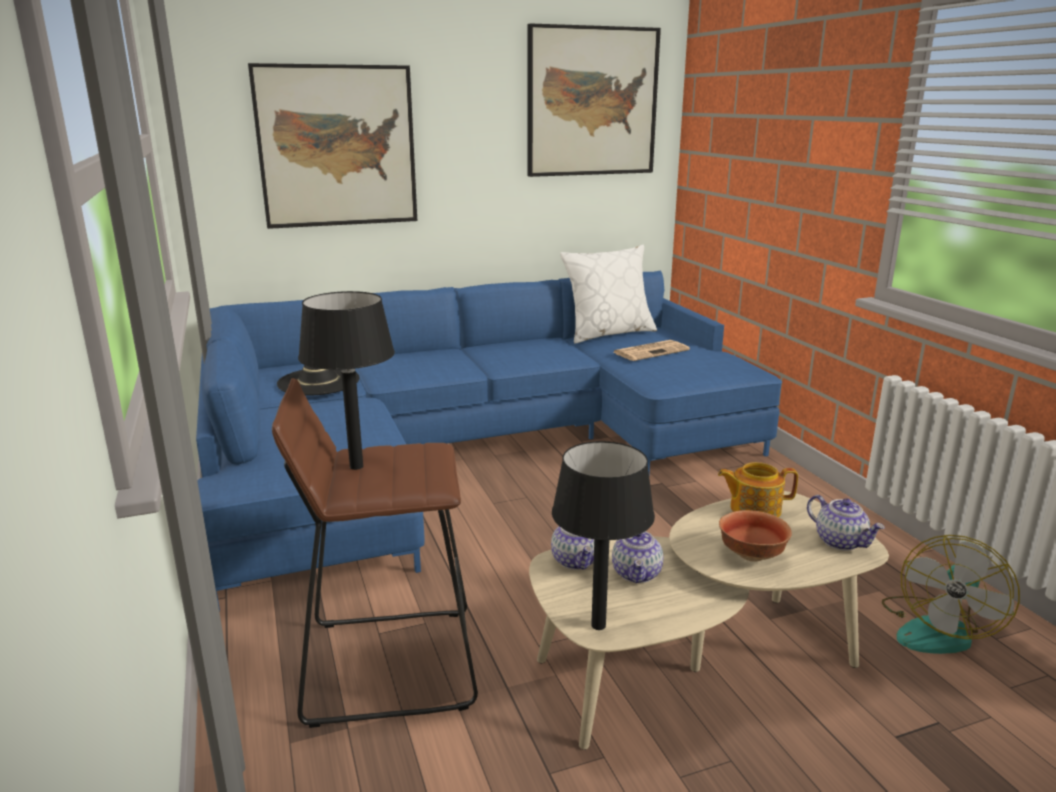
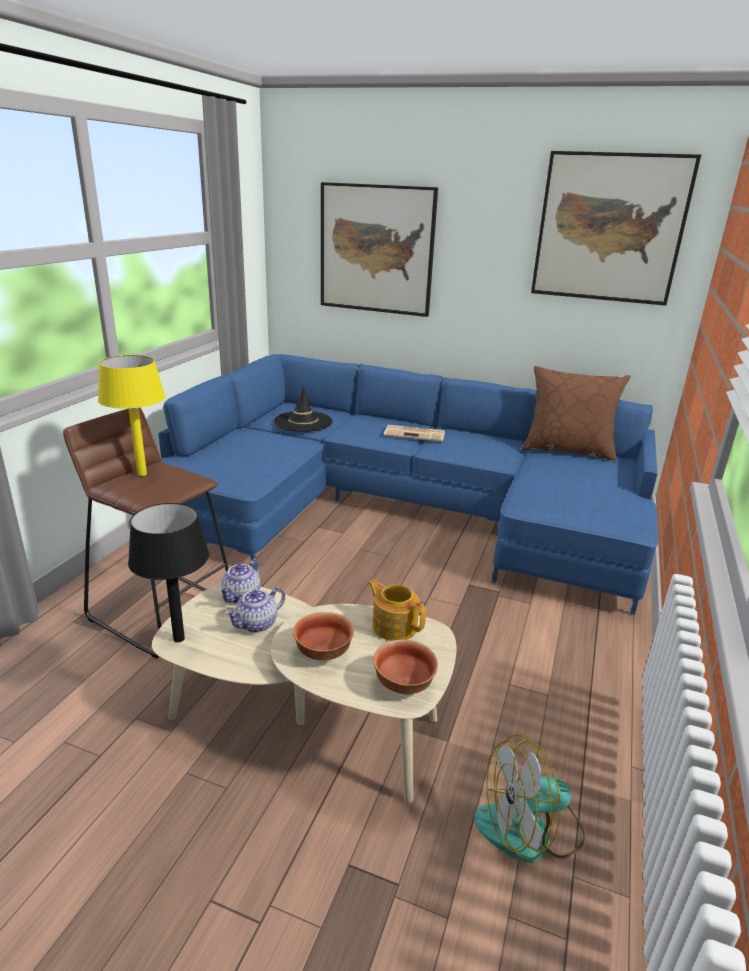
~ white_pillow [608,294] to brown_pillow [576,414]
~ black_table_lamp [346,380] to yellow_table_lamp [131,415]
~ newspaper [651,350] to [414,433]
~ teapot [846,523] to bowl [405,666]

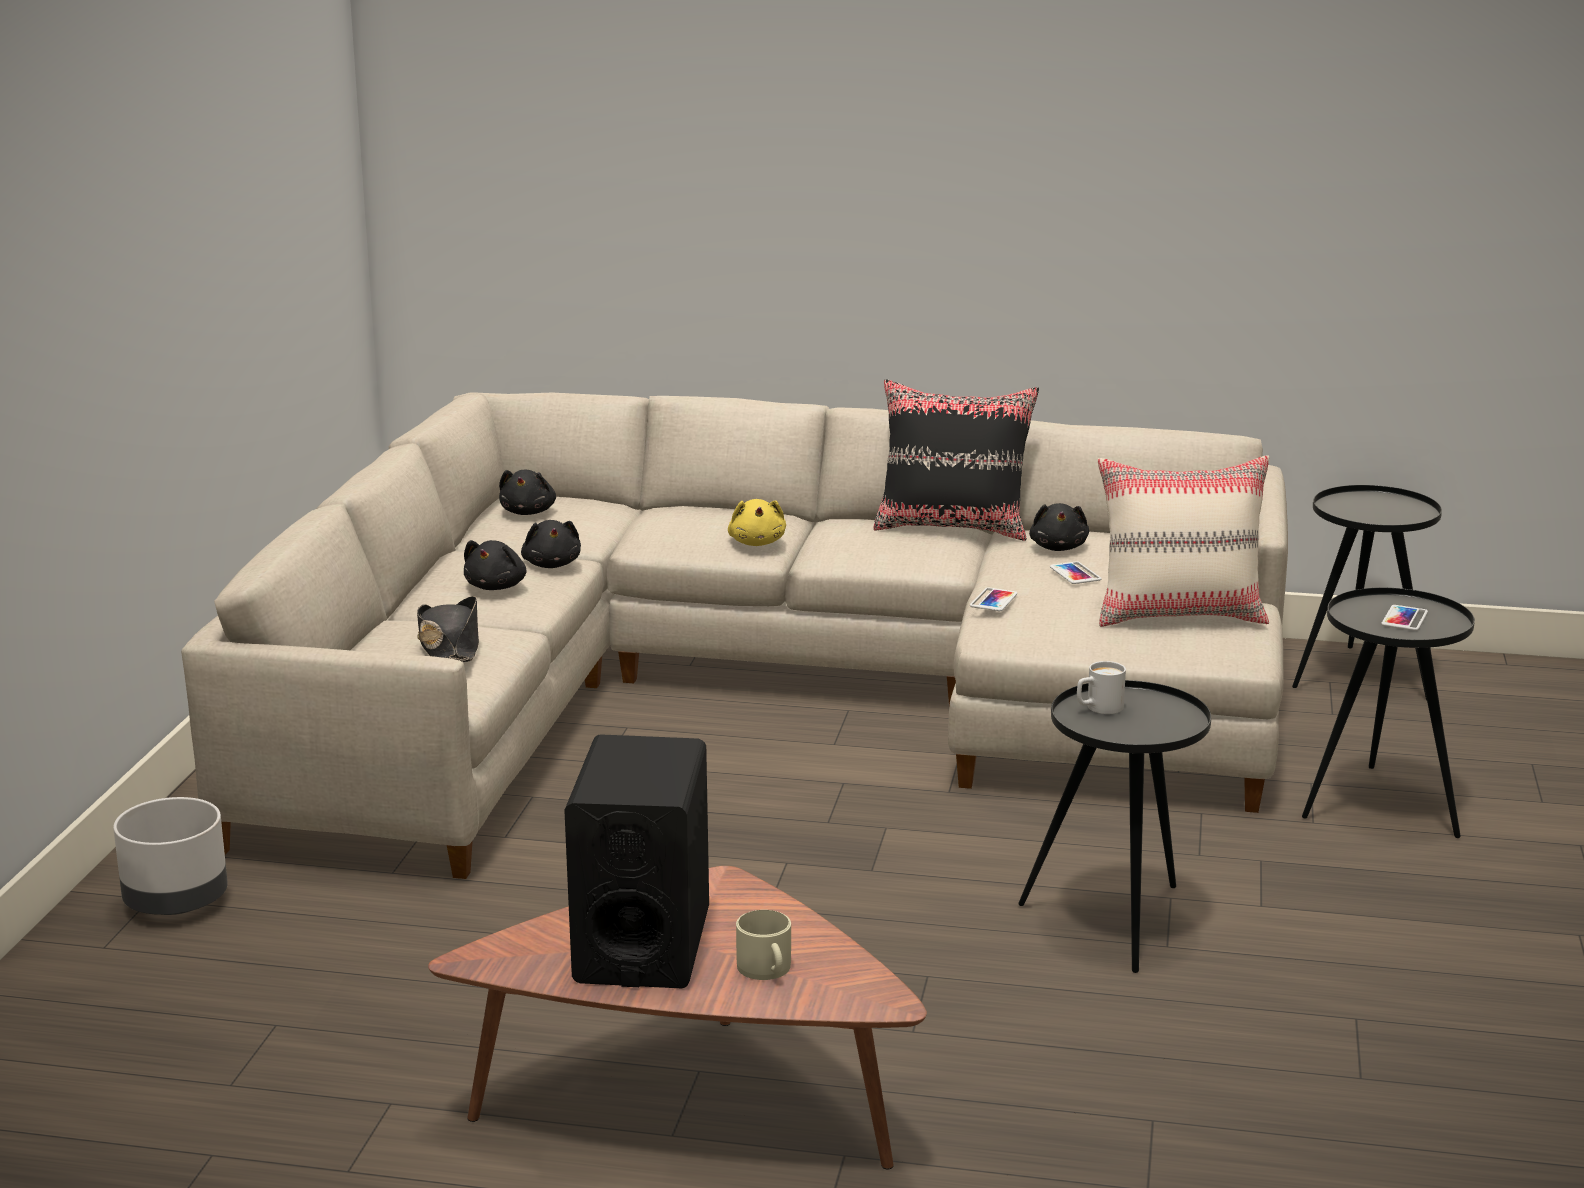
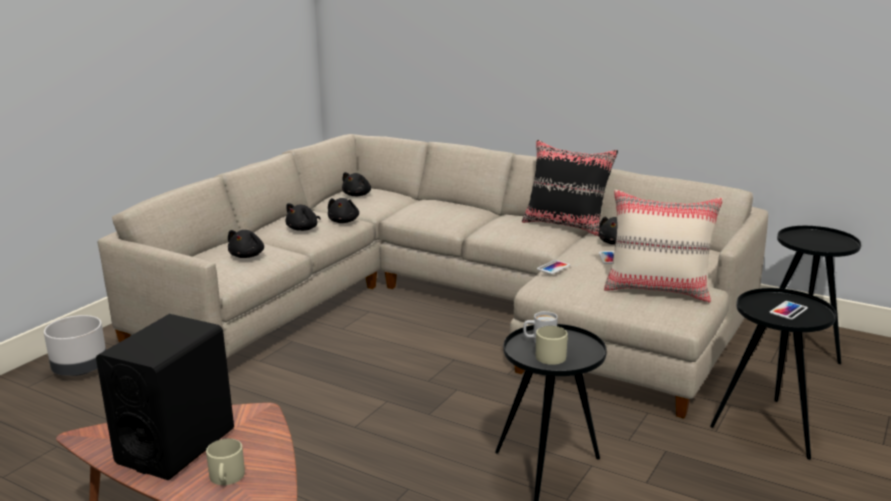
- yellow_plush_toy [757,522]
~ black_hat [448,629] to black_plush_toy [246,244]
+ beige_mug [552,345]

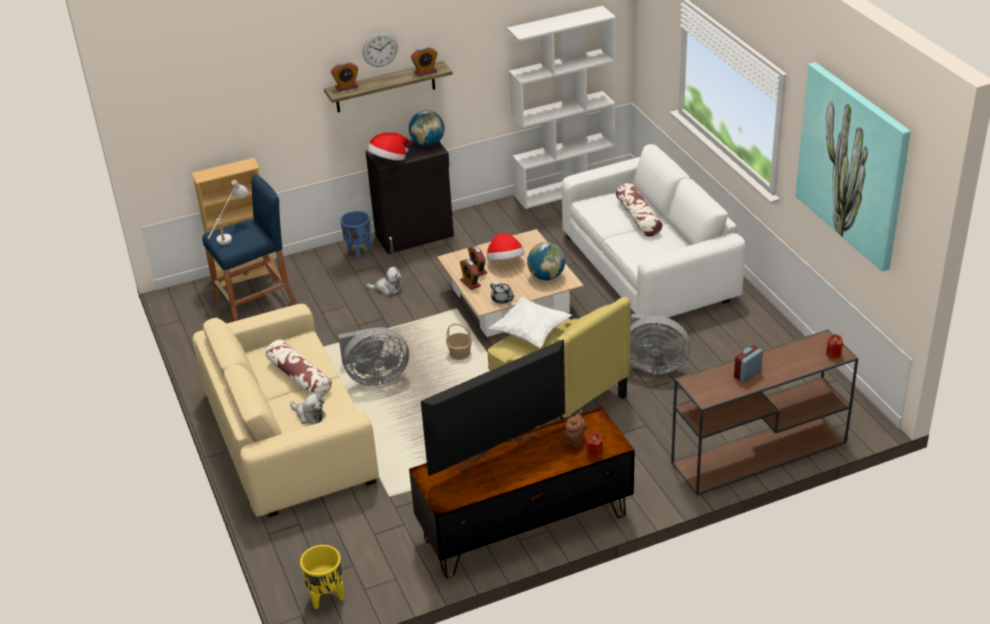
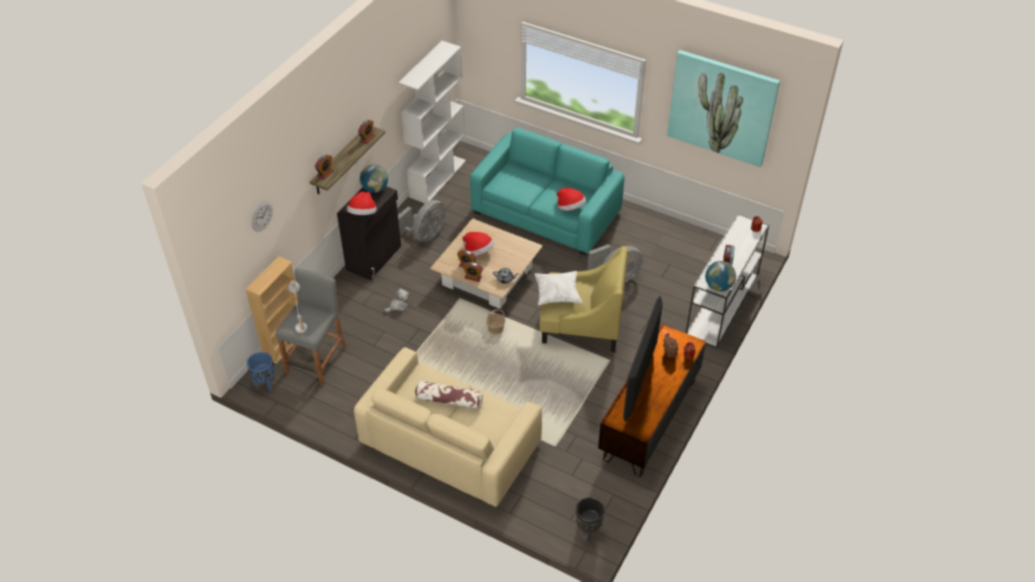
~ wall_clock [380,49] to [262,217]
~ white_sofa [654,231] to turquoise_sofa [547,192]
~ blue_stool [249,247] to grey_stool [311,326]
- pillow [639,210]
~ blue_planter [355,235] to [261,371]
~ globe [546,261] to [720,276]
~ grey_fan [373,357] to [422,221]
~ brown_console_table [764,412] to white_console_table [727,281]
- plush_toy [308,409]
~ yellow_planter [322,577] to black_planter [590,519]
+ hat [571,199]

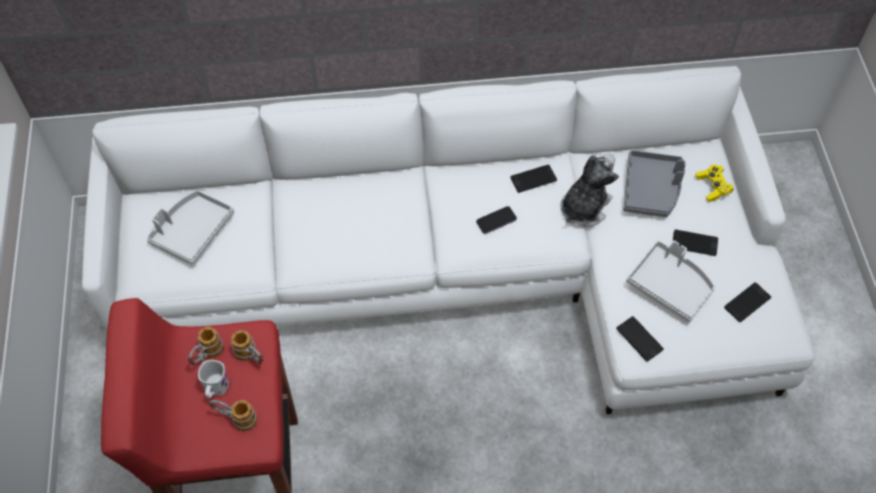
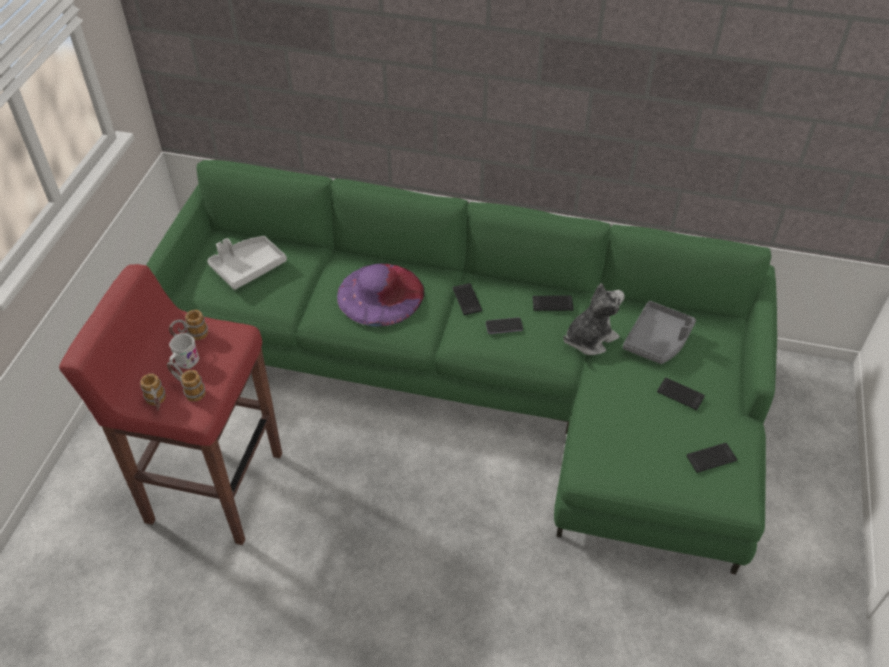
~ white_sofa [448,240] to green_sofa [461,367]
- yellow_game_controller [714,183]
- grey_tray [670,281]
~ phone [640,338] to [467,299]
~ mug [247,348] to [153,392]
+ purple_hat [380,295]

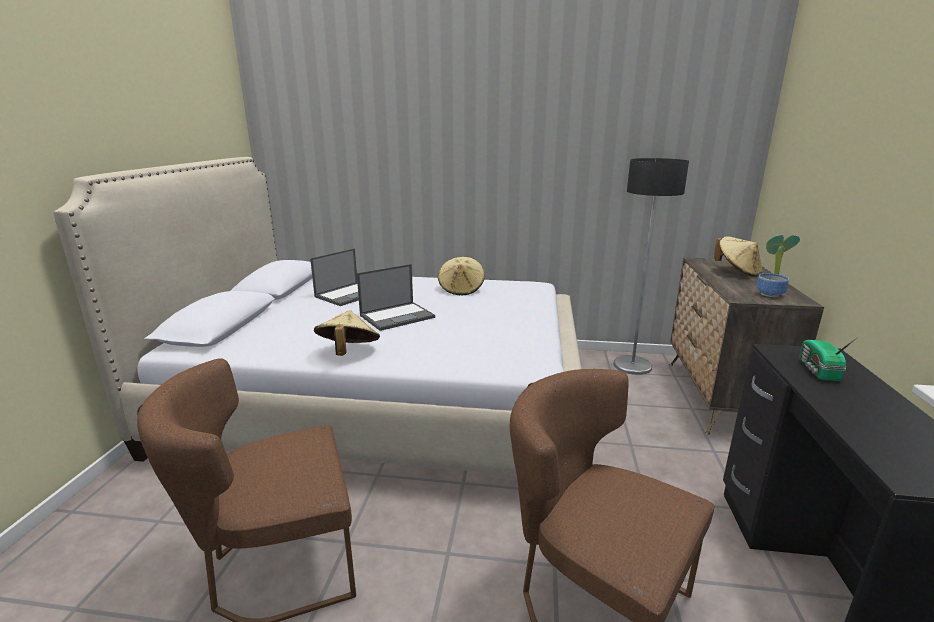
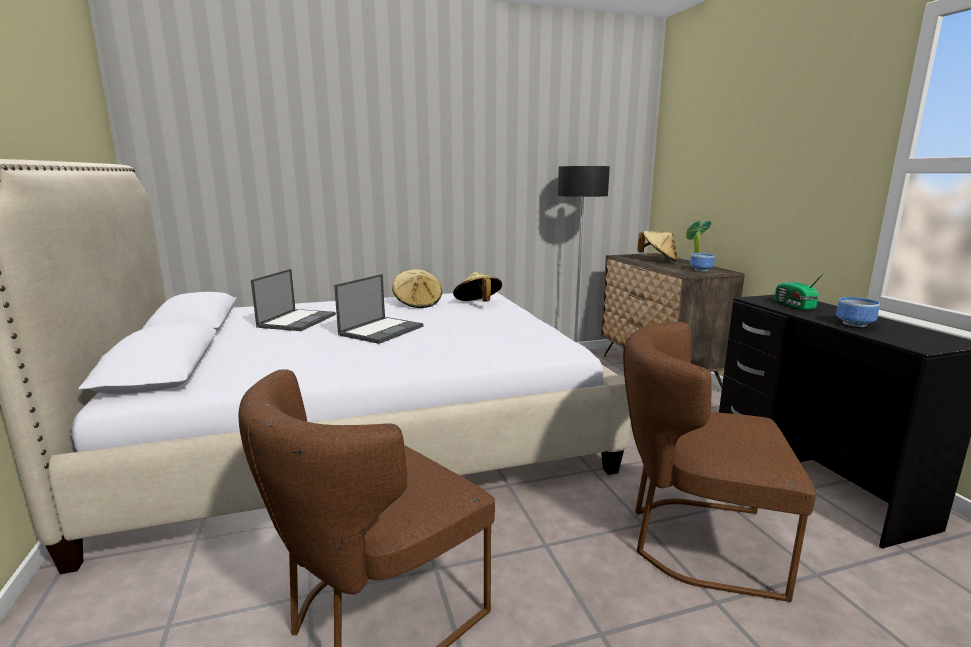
~ beige_hat [347,333] to [477,287]
+ bowl [858,312]

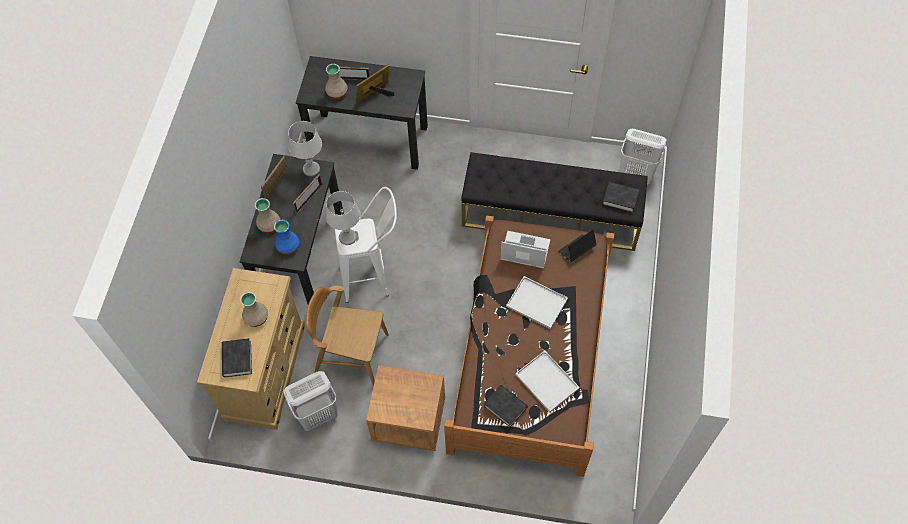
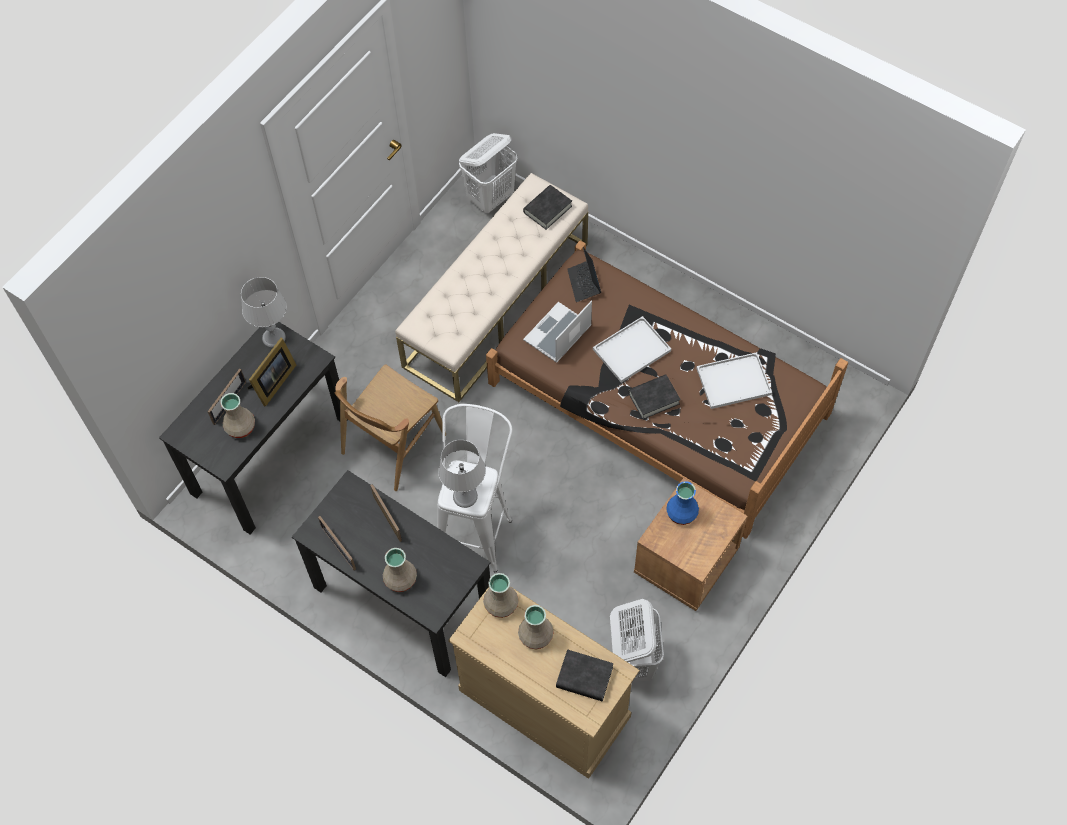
~ picture_frame [375,84] = [272,372] 135 degrees counterclockwise
~ grey_table_lamp [305,148] to [264,312]
~ black_bench [554,201] to beige_bench [491,287]
~ blue_vase [287,237] to [682,503]
~ brown_chair [347,336] to [390,428]
~ black_book [506,406] to [654,396]
+ beige_vase [501,595]

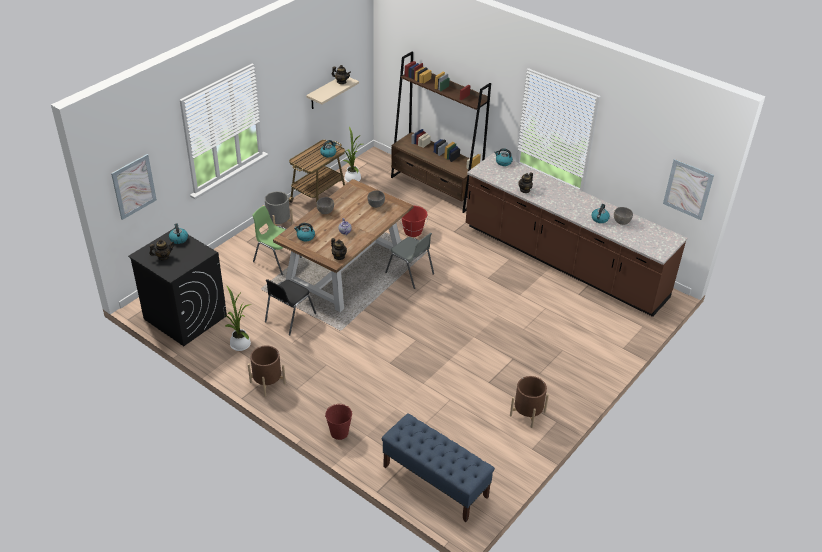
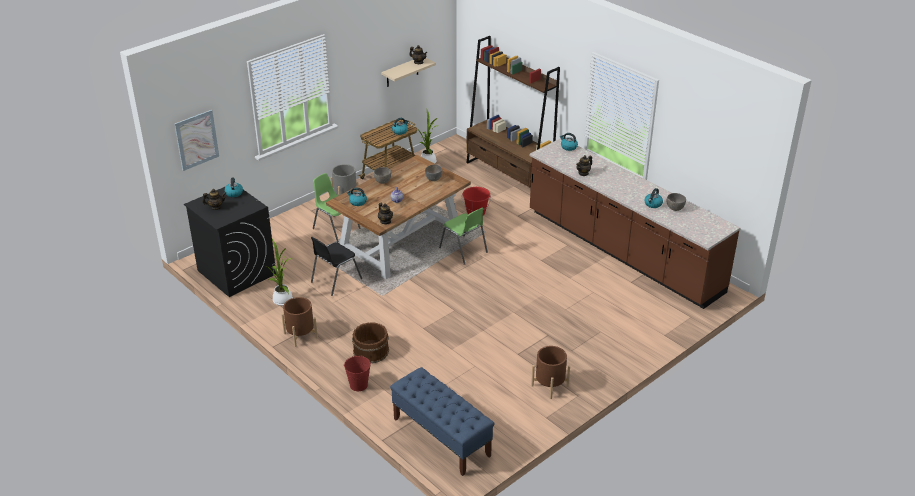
- picture [688,189]
~ grey_chair [409,261] to green_chair [463,236]
+ brown_bucket [370,342]

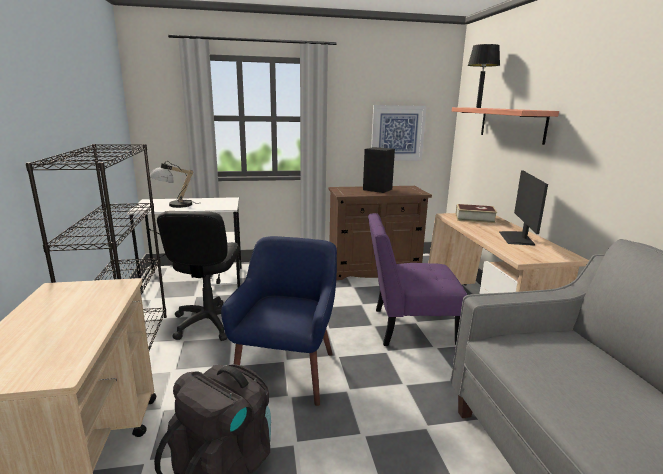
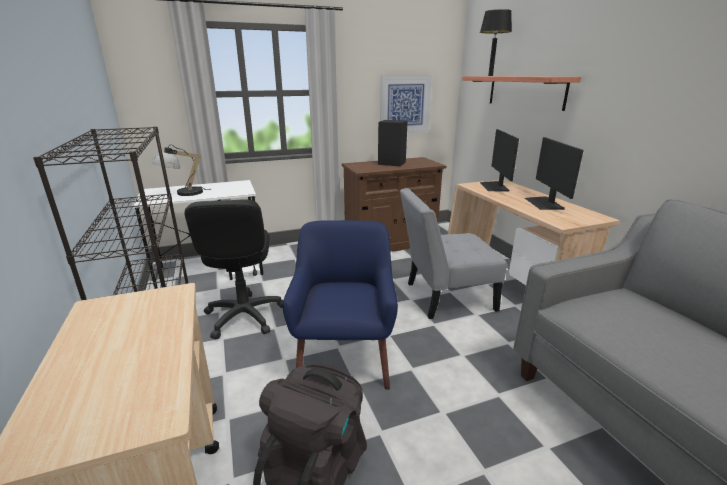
~ book [476,213] to monitor [499,160]
~ purple_chair [417,279] to grey_chair [453,253]

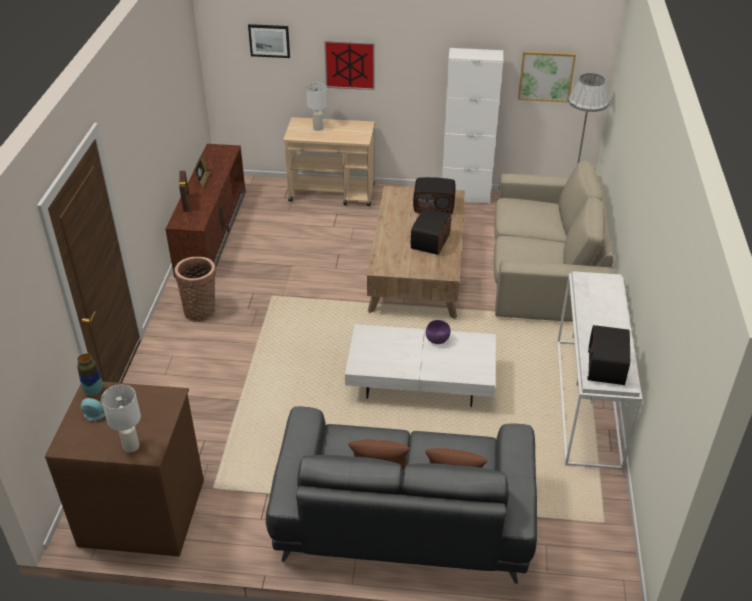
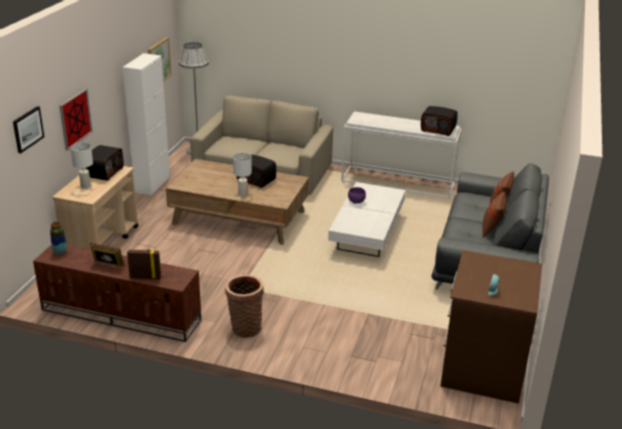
~ radio [434,195] to [105,163]
~ vase [90,374] to [58,238]
~ white_table_lamp [121,419] to [242,174]

